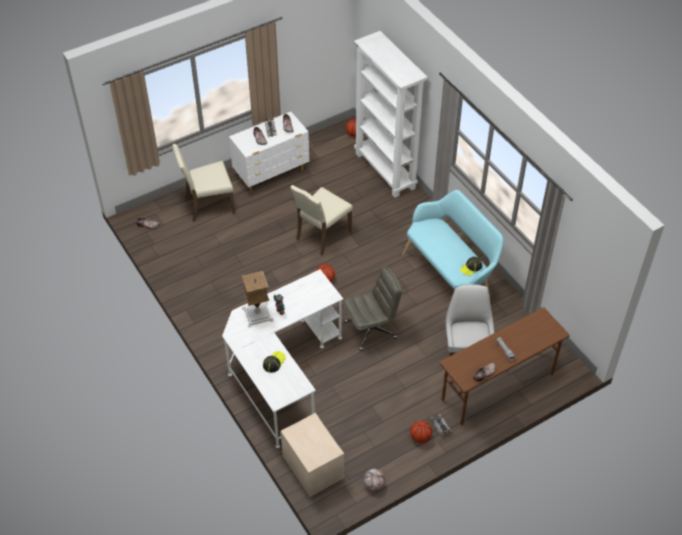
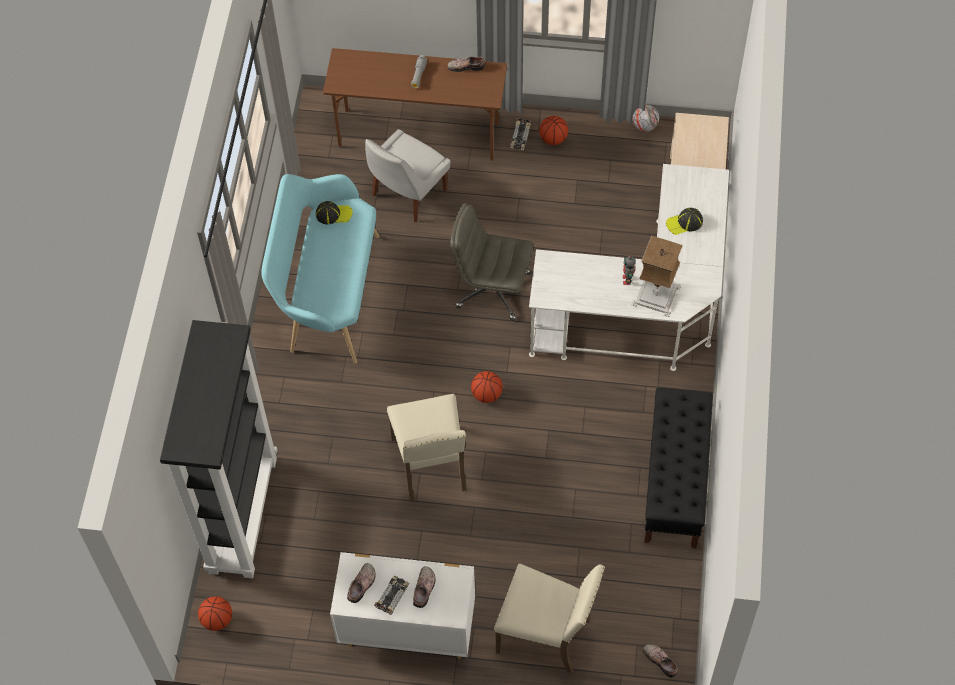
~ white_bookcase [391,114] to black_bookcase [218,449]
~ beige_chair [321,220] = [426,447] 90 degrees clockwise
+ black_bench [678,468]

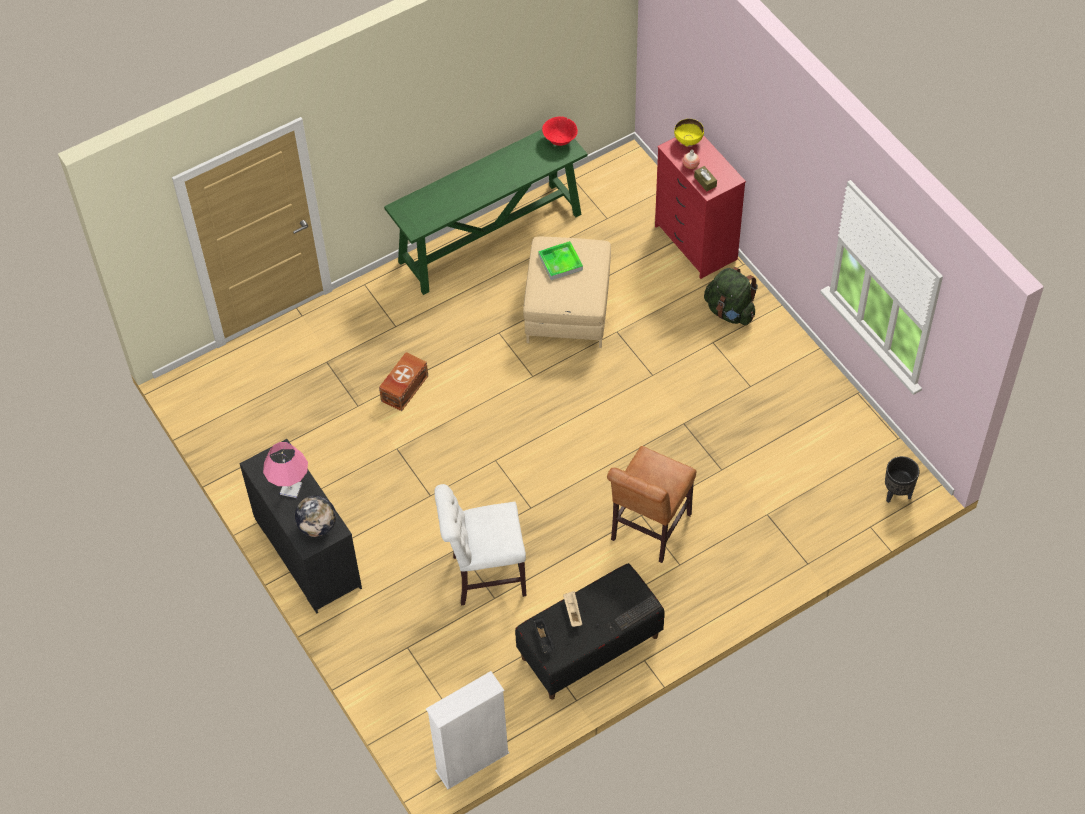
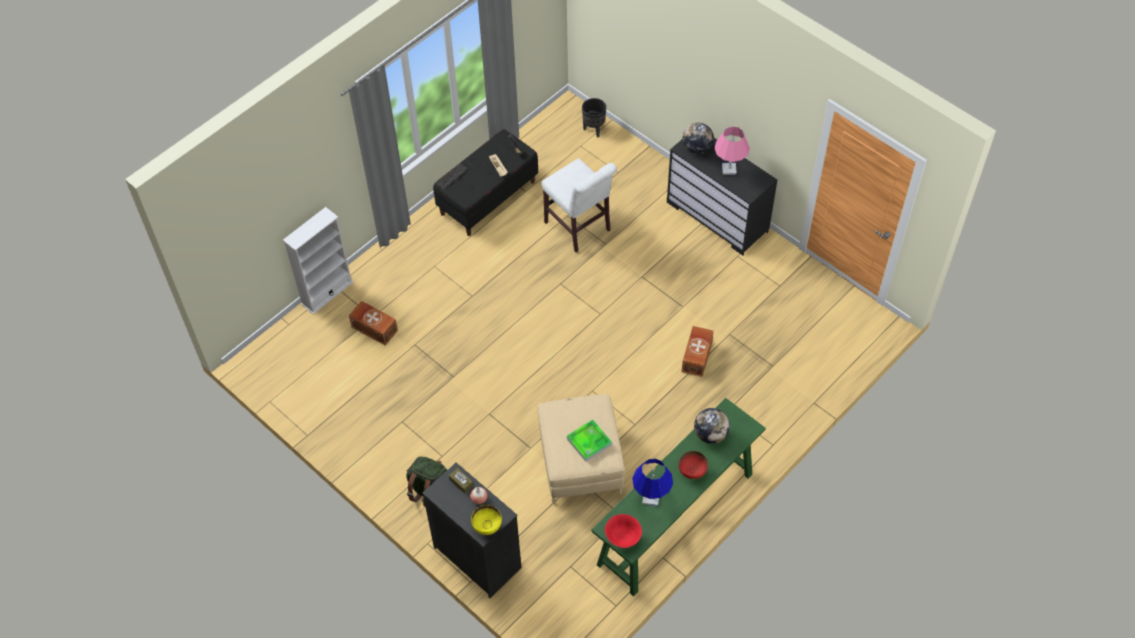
~ red_dresser [700,207] to black_dresser [472,530]
- brown_chair [651,504]
~ black_planter [902,479] to [594,118]
~ white_chair [480,544] = [579,205] 75 degrees clockwise
~ white_bookcase [467,730] to [318,260]
+ brown_storage_box [373,323]
+ globe [712,426]
+ red_bowl [693,465]
+ blue_table_lamp [652,482]

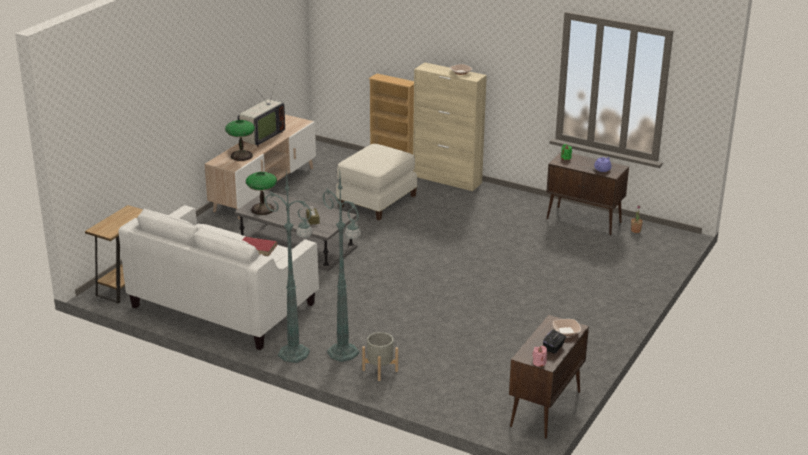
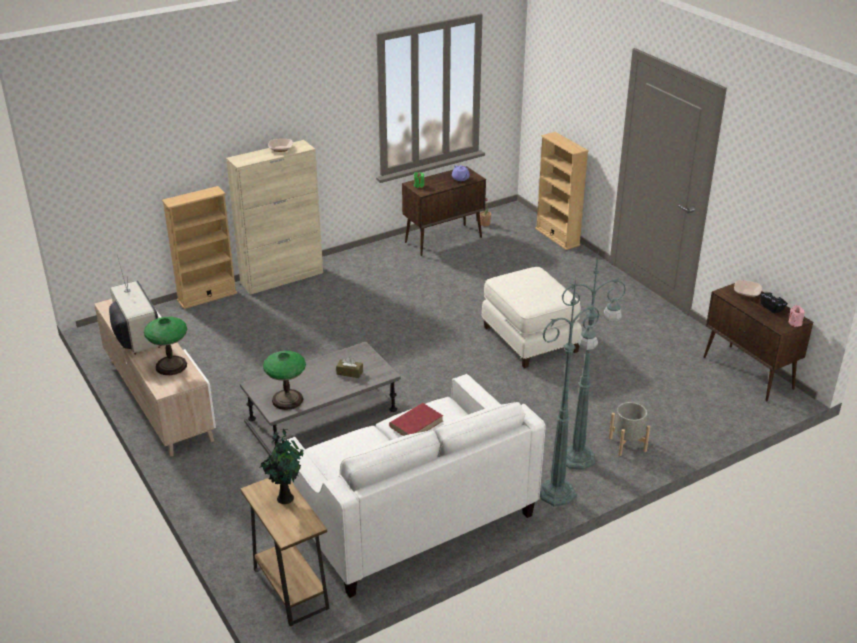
~ white_ottoman [376,182] to [531,317]
+ beige_bookcase [562,191]
+ potted_plant [281,466]

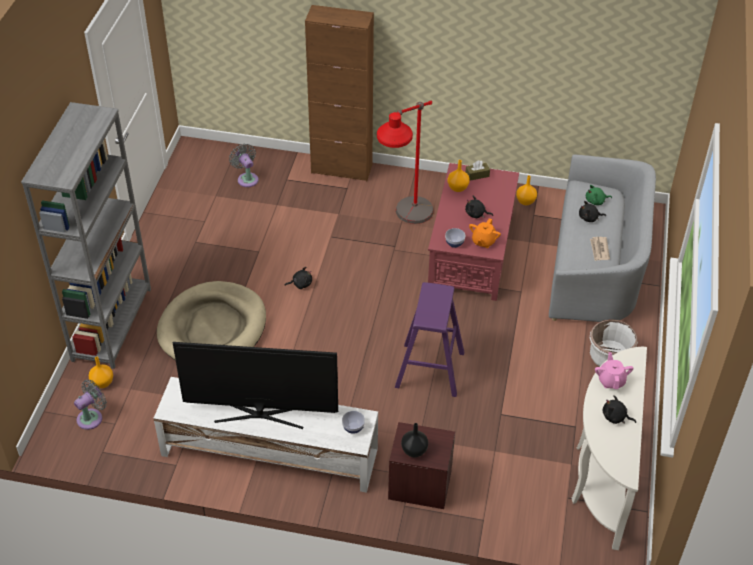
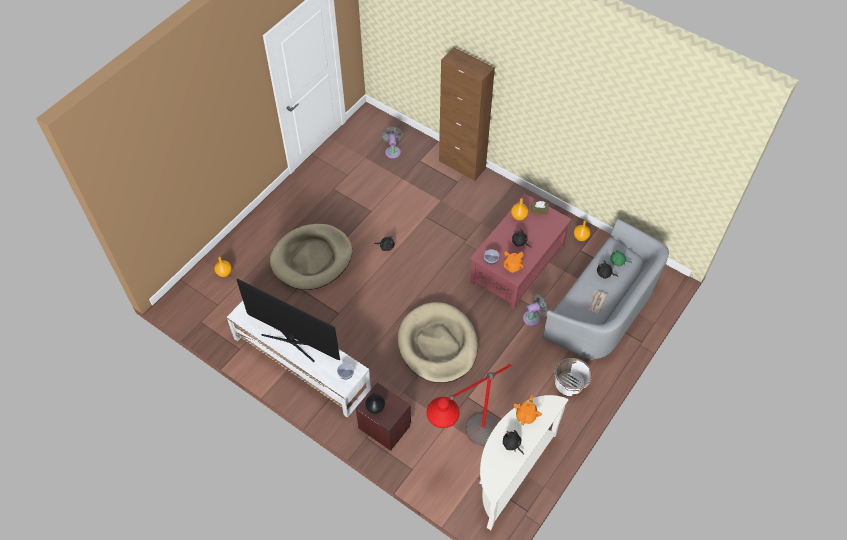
~ red_floor_lamp [405,162] to [469,404]
- grey_bookcase [86,235]
~ purple_stool [429,339] to beige_dog_bed [438,342]
~ pink_teapot [614,370] to orange_teapot [528,410]
~ grey_fan [90,404] to [535,310]

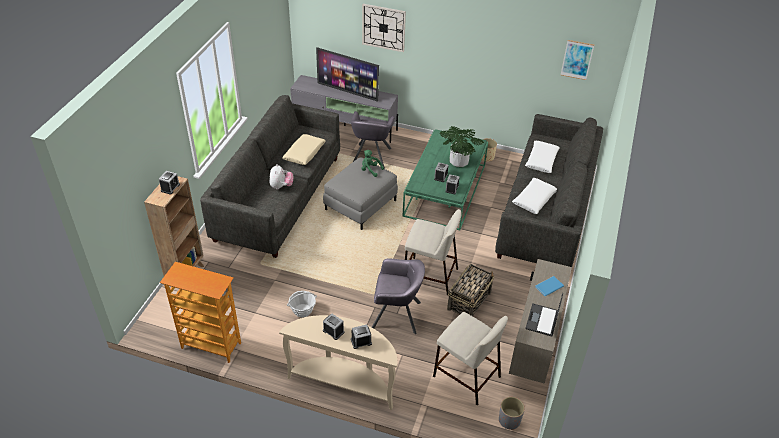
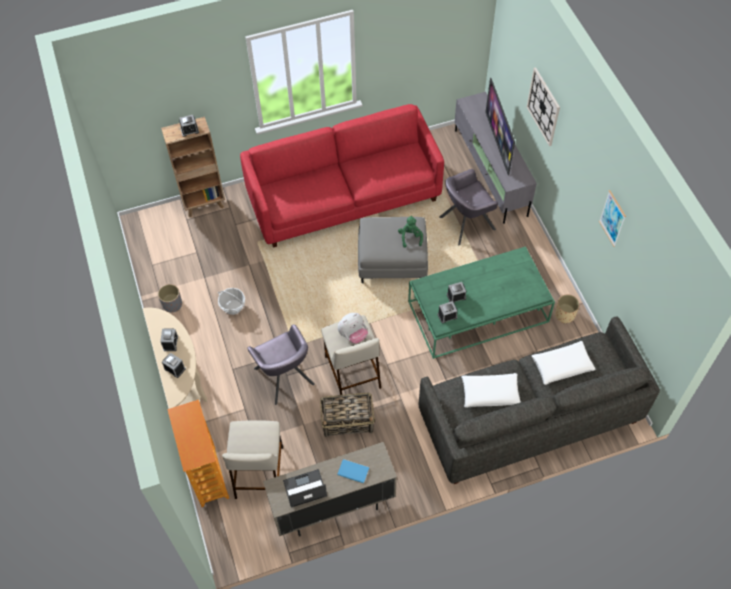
~ picture [577,60] to [612,218]
~ grey_sofa [270,176] to red_sofa [342,176]
- potted_plant [461,146]
- beige_pillow [304,149]
~ plush_toy [281,176] to [353,328]
~ bookcase [200,312] to [198,453]
~ grey_planter [512,413] to [170,298]

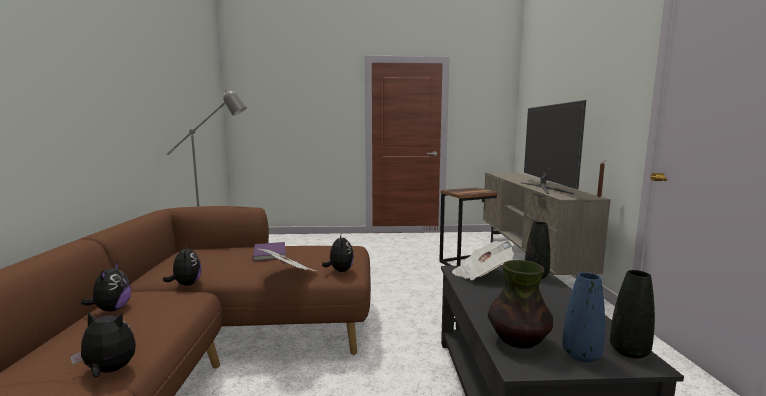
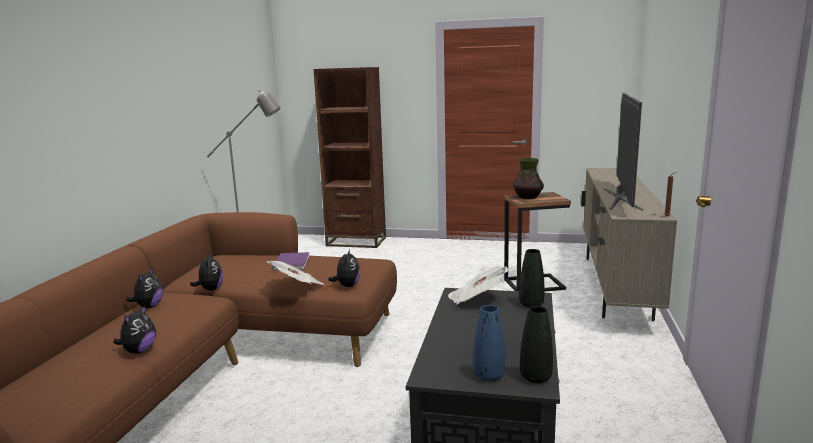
~ vase [520,304] to [528,178]
~ plush_toy [103,345] = [134,329] 90 degrees clockwise
+ brown_bookcase [350,157]

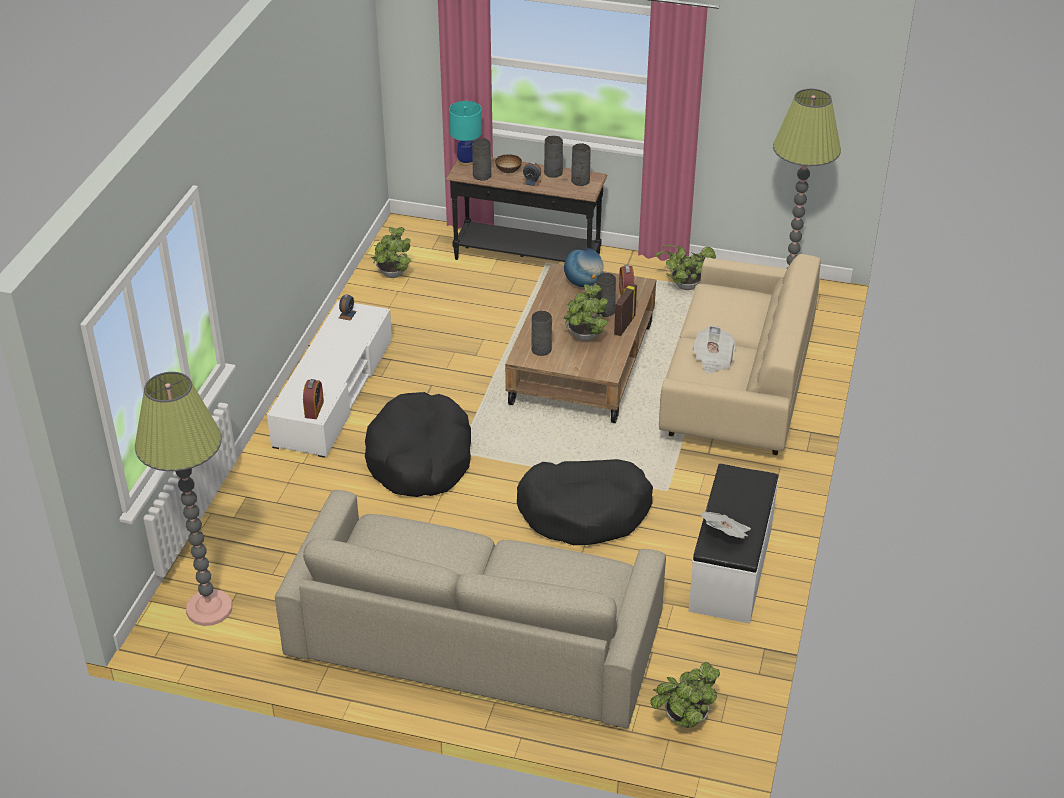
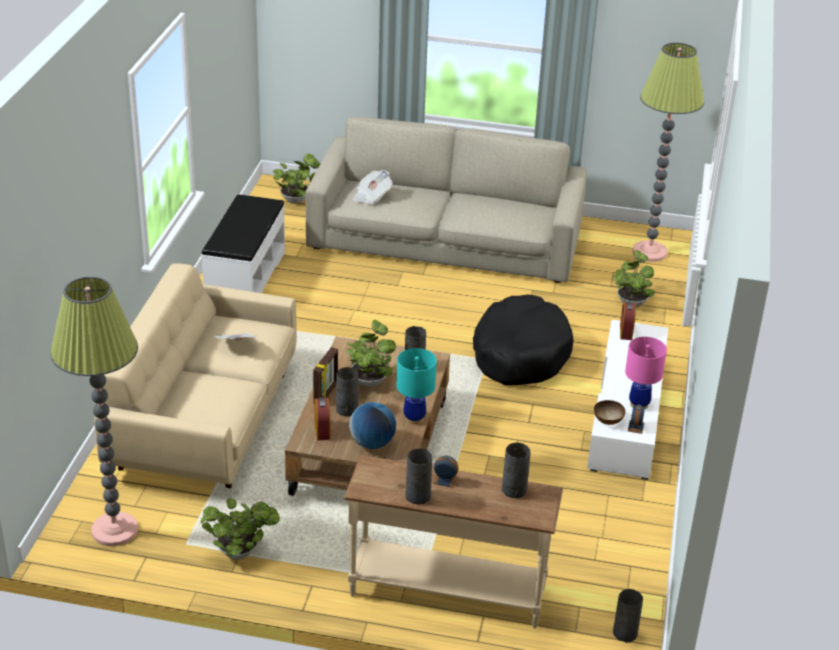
~ turquoise_table_lamp [465,133] to [416,386]
~ grey_vase [581,164] to [628,616]
~ bowl [508,163] to [610,412]
~ black_console_table [526,209] to beige_console_table [453,542]
~ potted_plant [391,252] to [634,279]
- black_dog_bed [585,502]
~ newspaper [726,525] to [372,187]
+ pink_table_lamp [646,373]

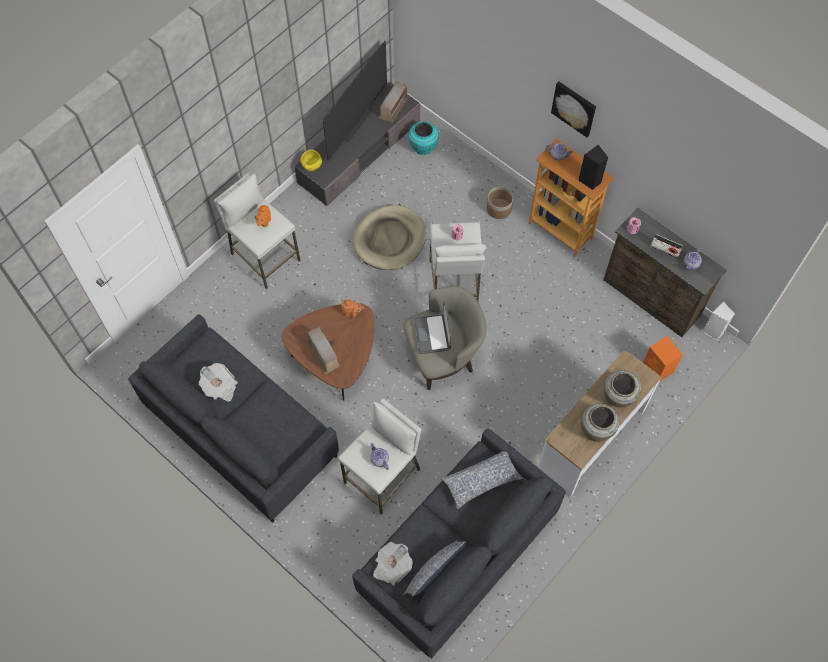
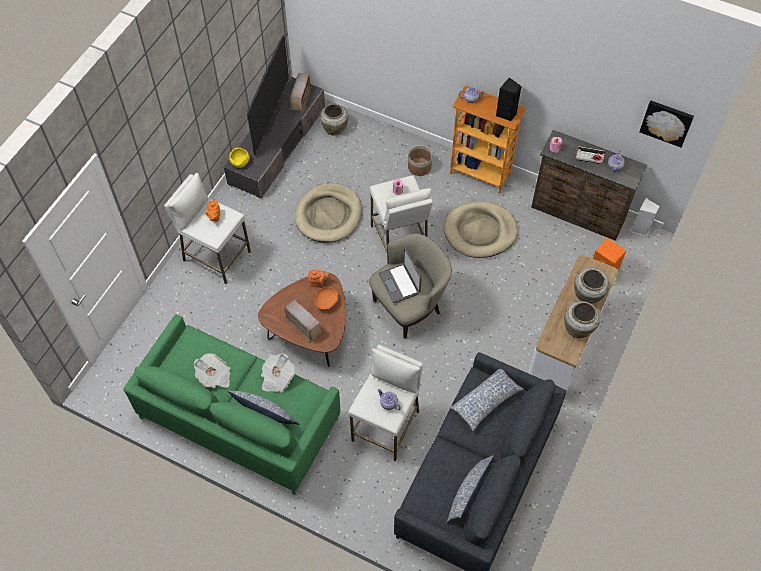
~ picture [573,109] to [666,123]
~ turquoise_vase [423,138] to beige_vase [334,120]
~ grey_sofa [233,419] to green_sofa [231,405]
~ newspaper [393,563] to [278,373]
+ beige_dog_bed [481,229]
+ orange_bowl [326,298]
+ pillow [264,407]

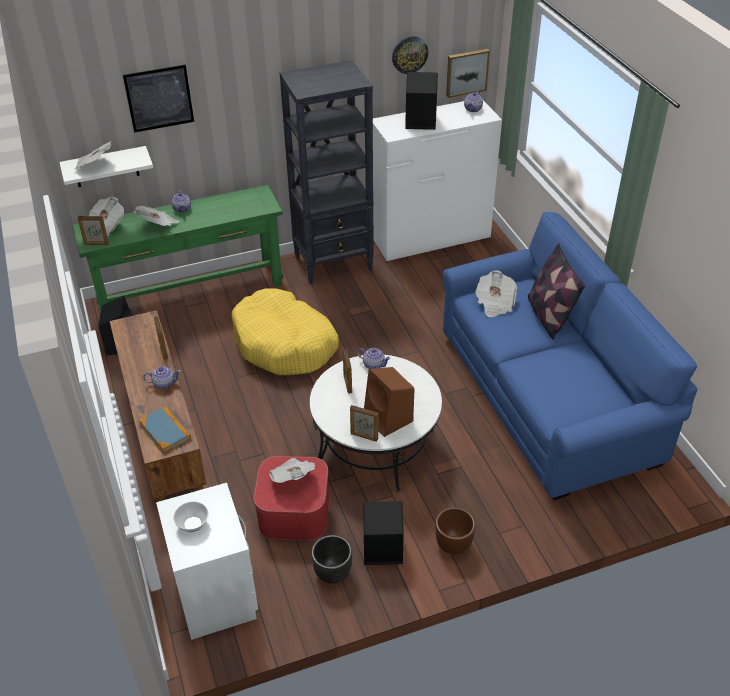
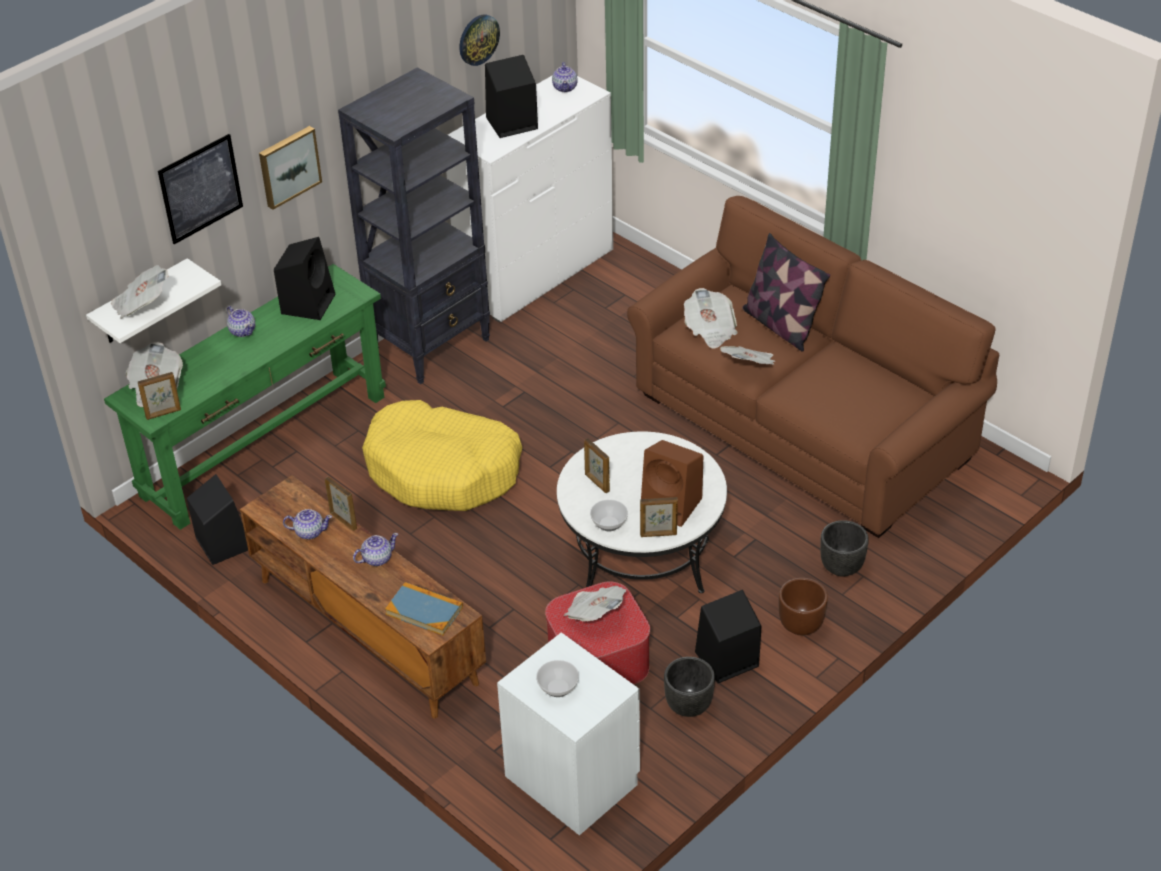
~ picture [468,73] to [290,168]
~ newspaper [157,216] to [748,355]
~ blue_sofa [569,356] to brown_sofa [813,367]
~ teapot [374,358] to [307,524]
+ black_speaker [304,278]
+ bowl [609,515]
+ black_planter [844,548]

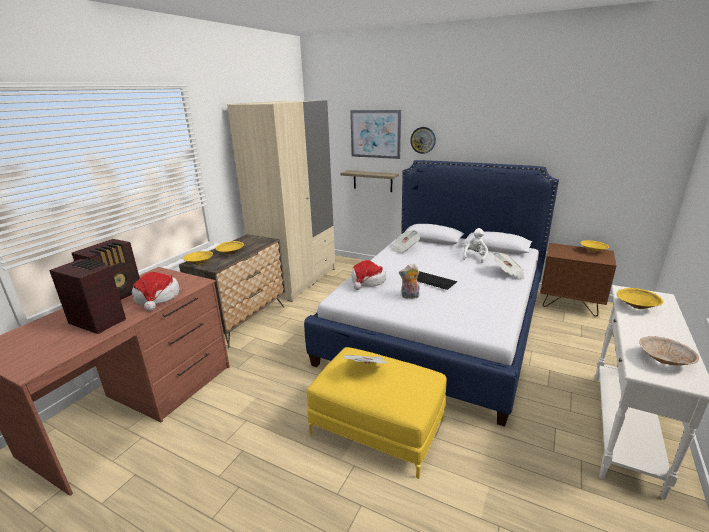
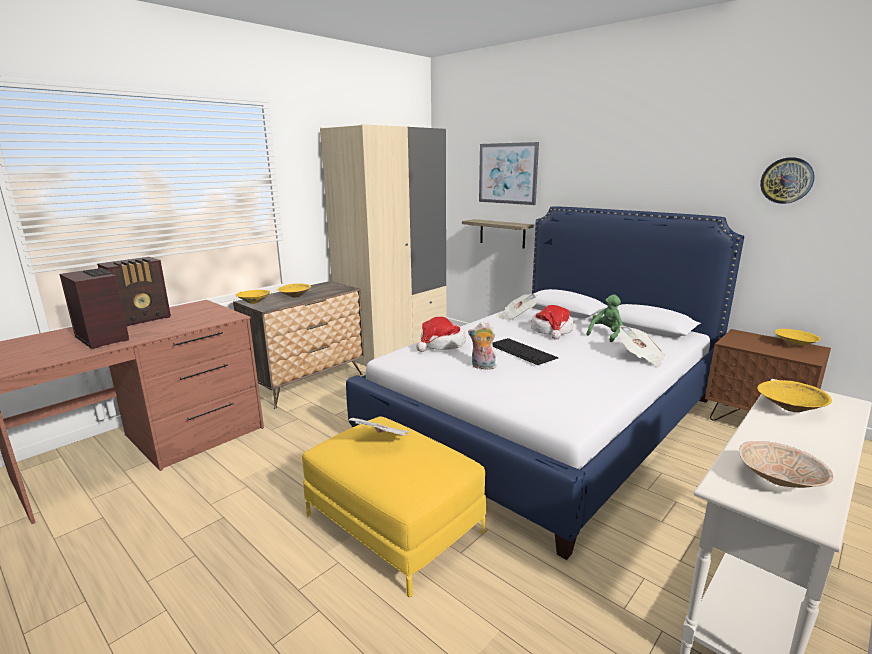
~ wall_clock [423,140] to [787,180]
~ white_plush_toy [475,245] to green_plush_toy [605,318]
~ hat [156,291] to [552,322]

